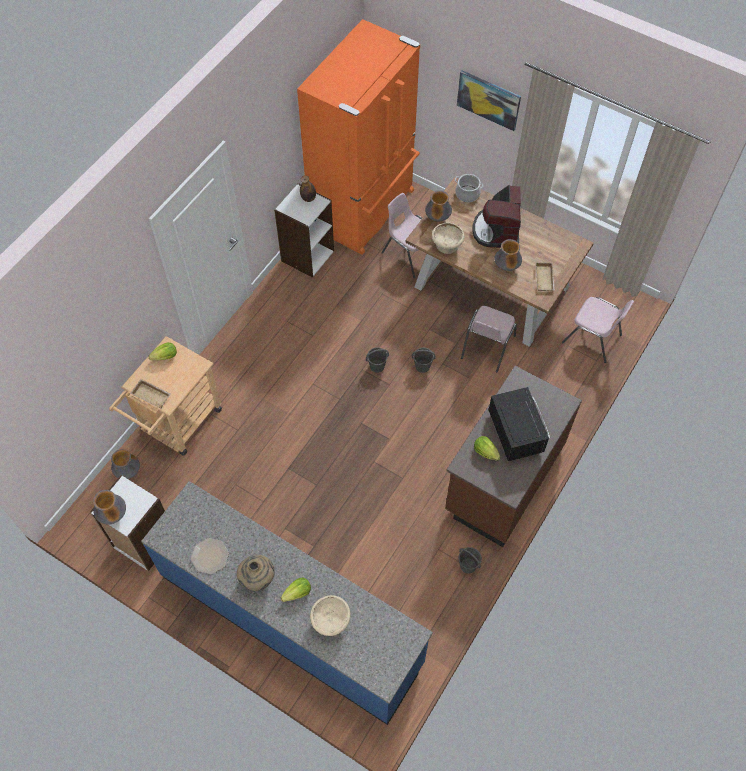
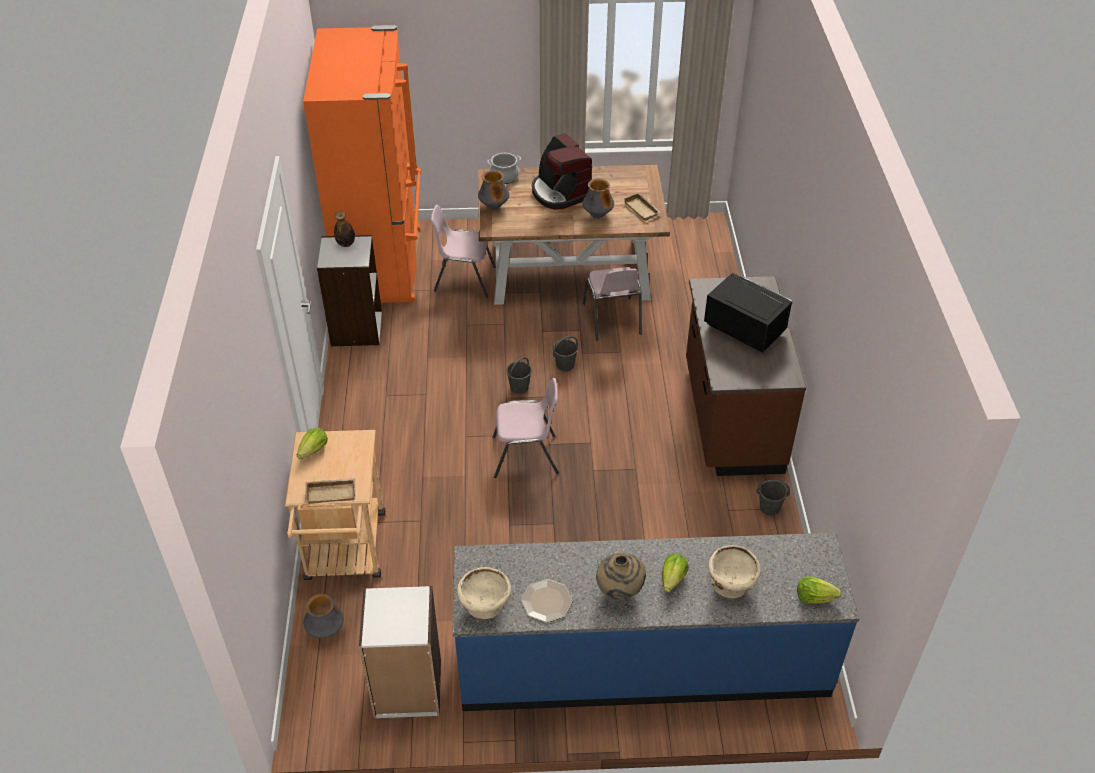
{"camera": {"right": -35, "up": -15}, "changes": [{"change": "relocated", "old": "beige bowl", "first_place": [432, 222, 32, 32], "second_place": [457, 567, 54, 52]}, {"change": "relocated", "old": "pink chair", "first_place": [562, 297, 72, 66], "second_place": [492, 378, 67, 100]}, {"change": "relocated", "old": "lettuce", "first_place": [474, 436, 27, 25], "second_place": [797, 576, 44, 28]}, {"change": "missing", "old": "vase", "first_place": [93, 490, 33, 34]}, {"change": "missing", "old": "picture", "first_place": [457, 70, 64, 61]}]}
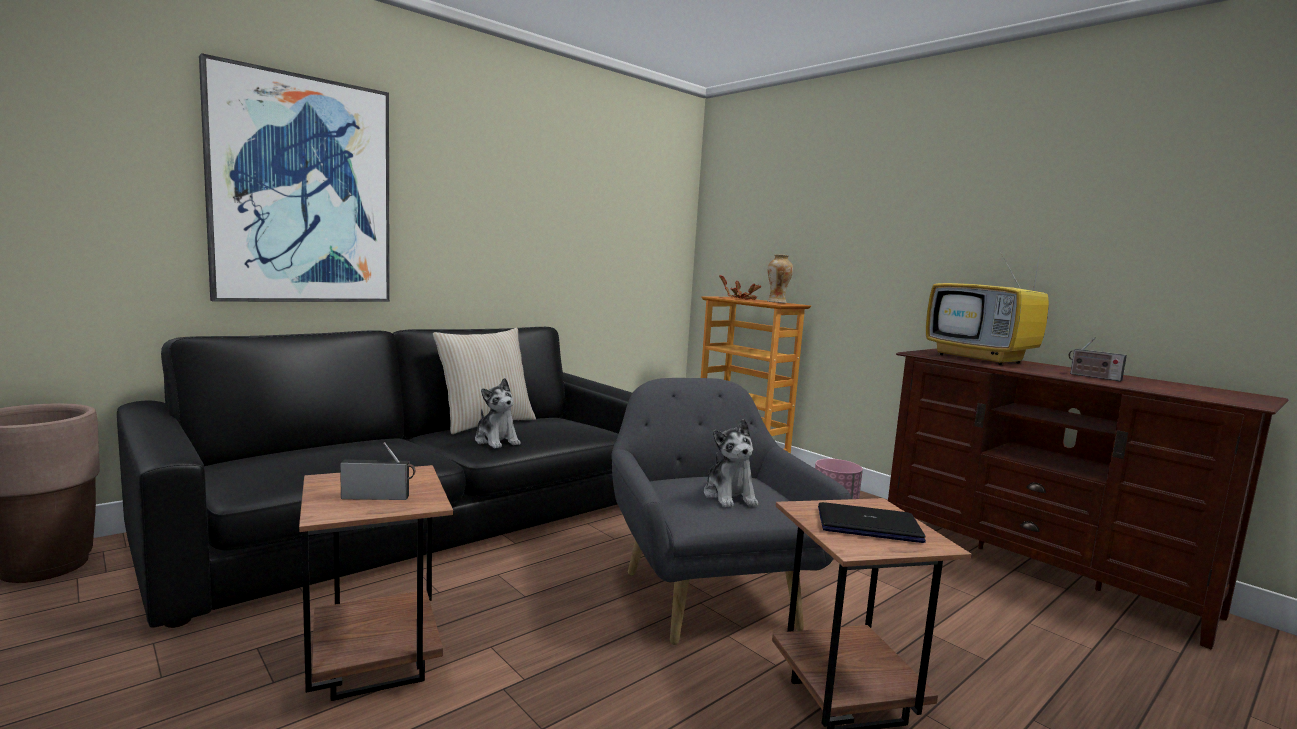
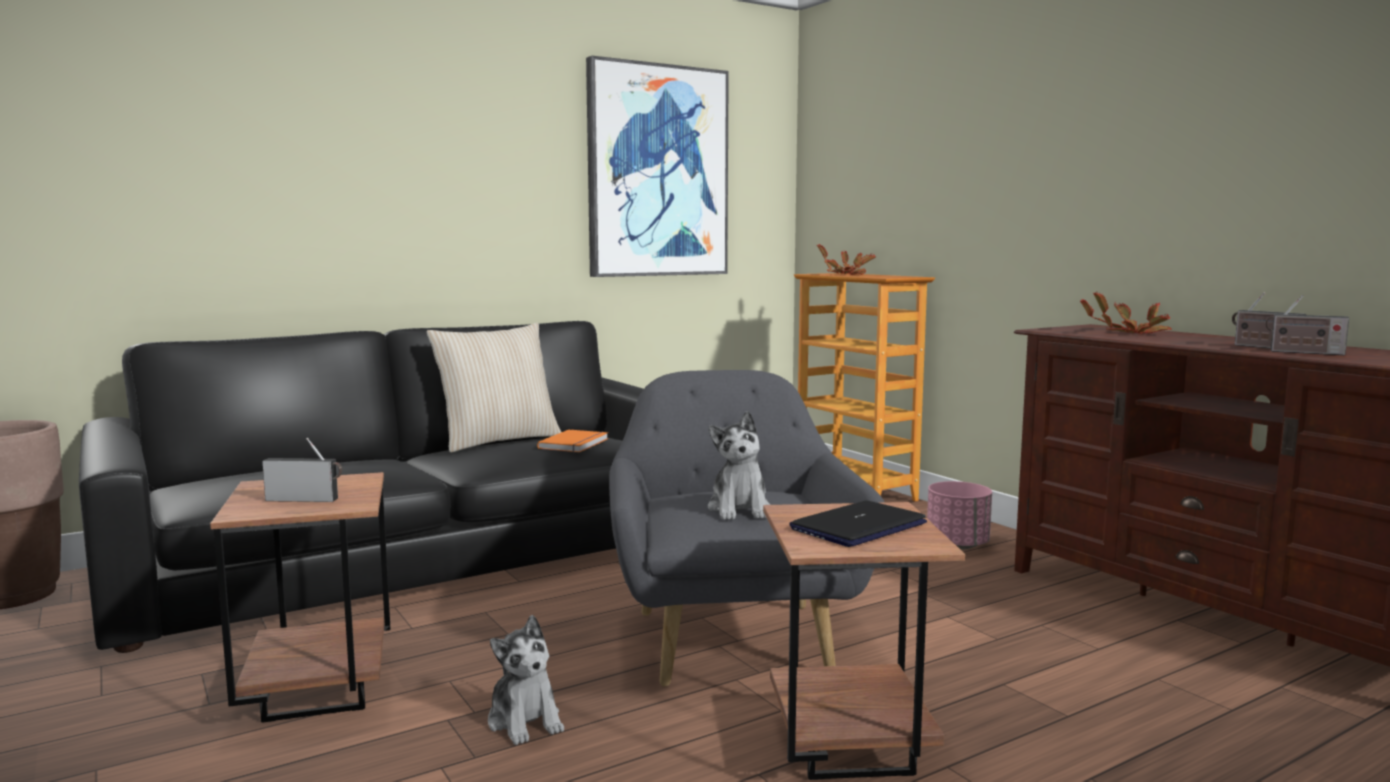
{"camera": {"right": 10, "up": 0}, "changes": [{"change": "relocated", "old": "plush toy", "first_place": [475, 378, 46, 70], "second_place": [488, 615, 76, 130]}, {"change": "appeared", "new": "orange book", "second_place": [537, 430, 71, 22]}, {"change": "relocated", "old": "picture", "first_place": [199, 53, 191, 249], "second_place": [586, 56, 143, 221]}, {"change": "spun", "old": "laptop", "first_place": [818, 502, 108, 41], "second_place": [789, 500, 138, 47], "degrees": -60}, {"change": "exchanged", "old": "television", "new": "potted plant", "first_place": [926, 246, 123, 119], "second_place": [1080, 293, 92, 40]}, {"change": "appeared", "new": "radio", "second_place": [1265, 295, 84, 60]}, {"change": "missing", "old": "vase", "first_place": [767, 254, 26, 49]}]}
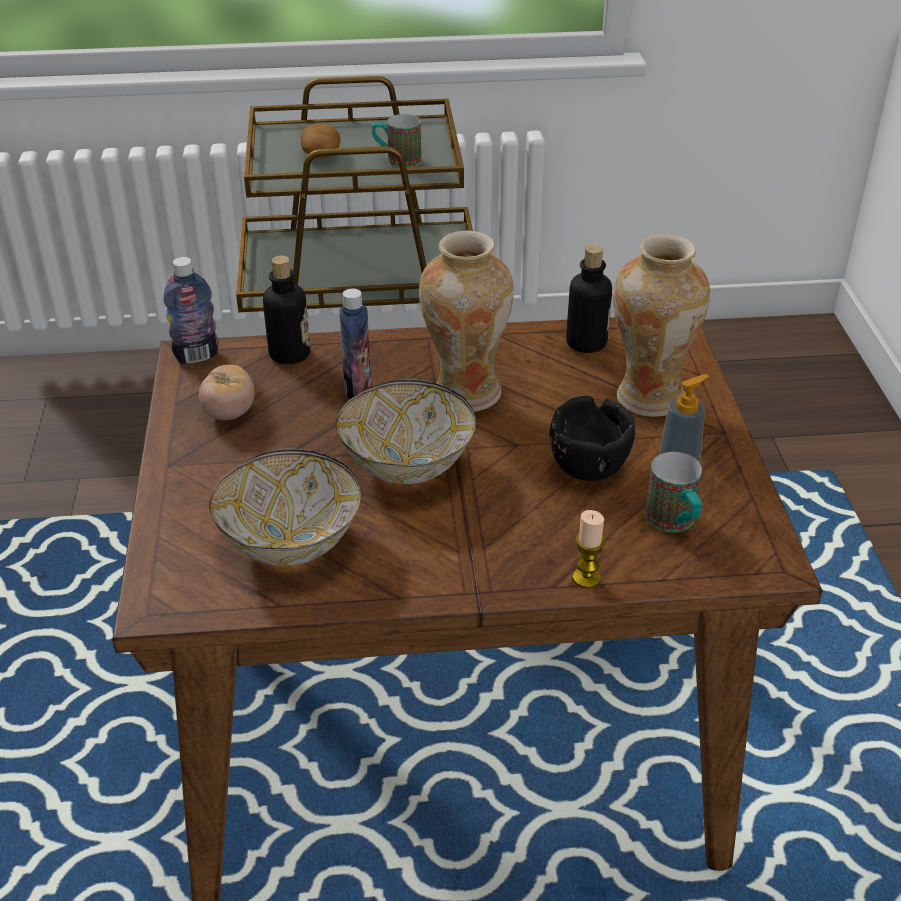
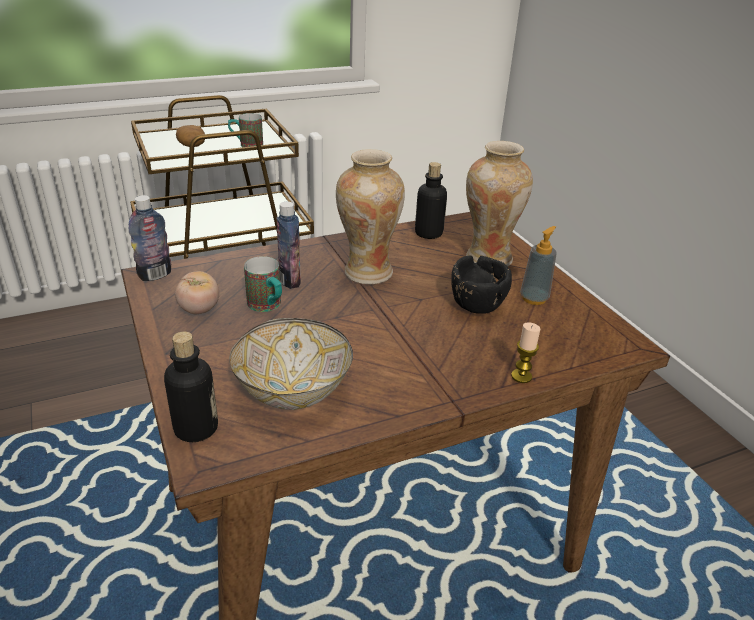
{"camera": {"right": -20, "up": -5}, "changes": [{"change": "relocated", "old": "bottle", "first_place": [263, 255, 47, 109], "second_place": [164, 332, 54, 110]}, {"change": "relocated", "old": "mug", "first_place": [645, 452, 57, 81], "second_place": [244, 256, 38, 56]}, {"change": "missing", "old": "bowl", "first_place": [336, 379, 140, 105]}]}
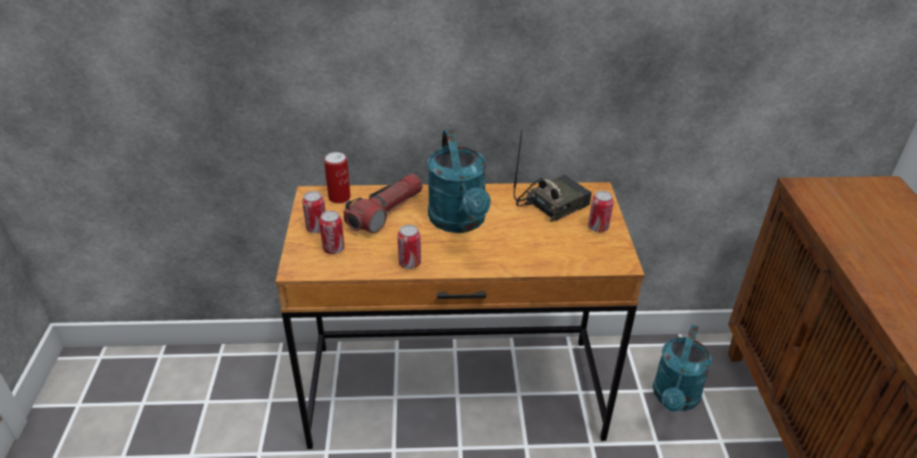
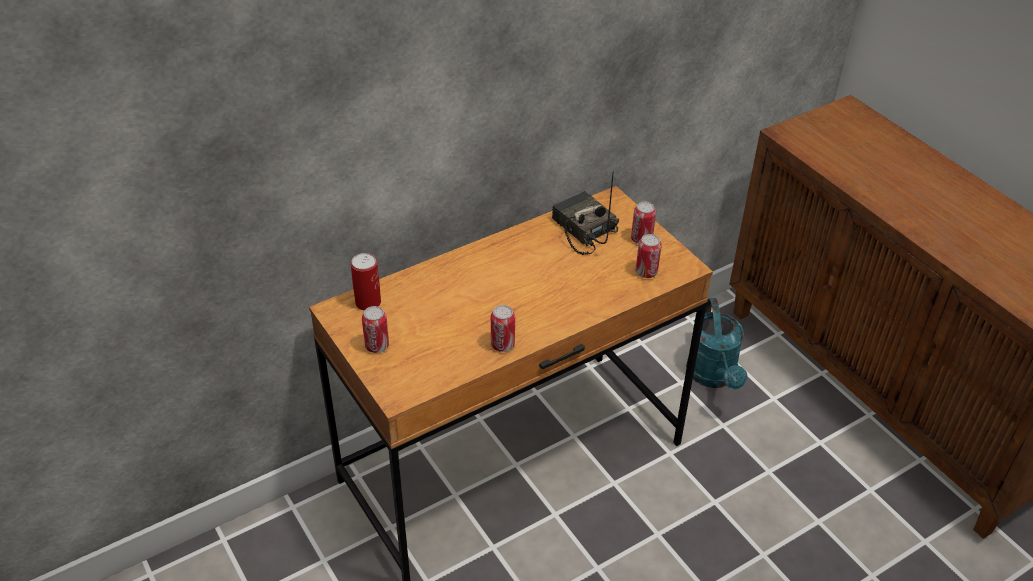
{"camera": {"right": -30, "up": 5}, "changes": [{"change": "spun", "old": "radio", "first_place": [514, 129, 78, 93], "second_place": [552, 171, 67, 84], "degrees": -60}, {"change": "relocated", "old": "can", "first_place": [319, 211, 26, 43], "second_place": [636, 234, 26, 44]}, {"change": "missing", "old": "flashlight", "first_place": [343, 174, 80, 59]}, {"change": "missing", "old": "turquoise watering can", "first_place": [427, 130, 64, 103]}]}
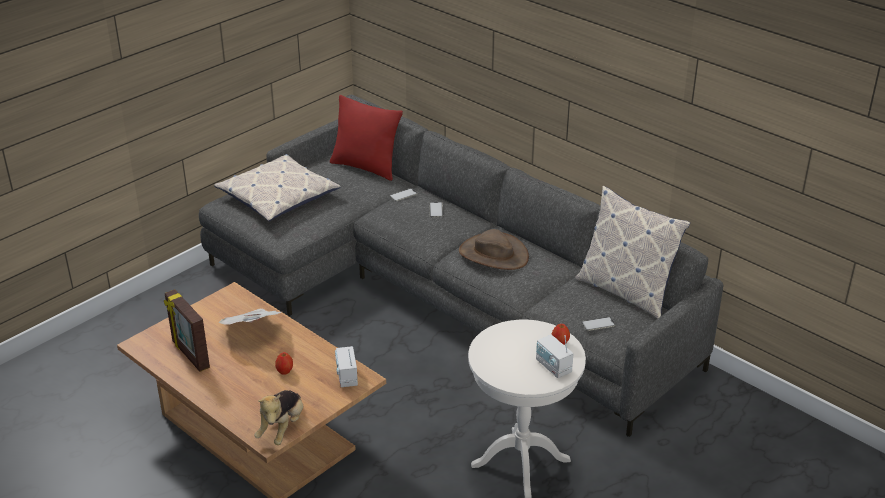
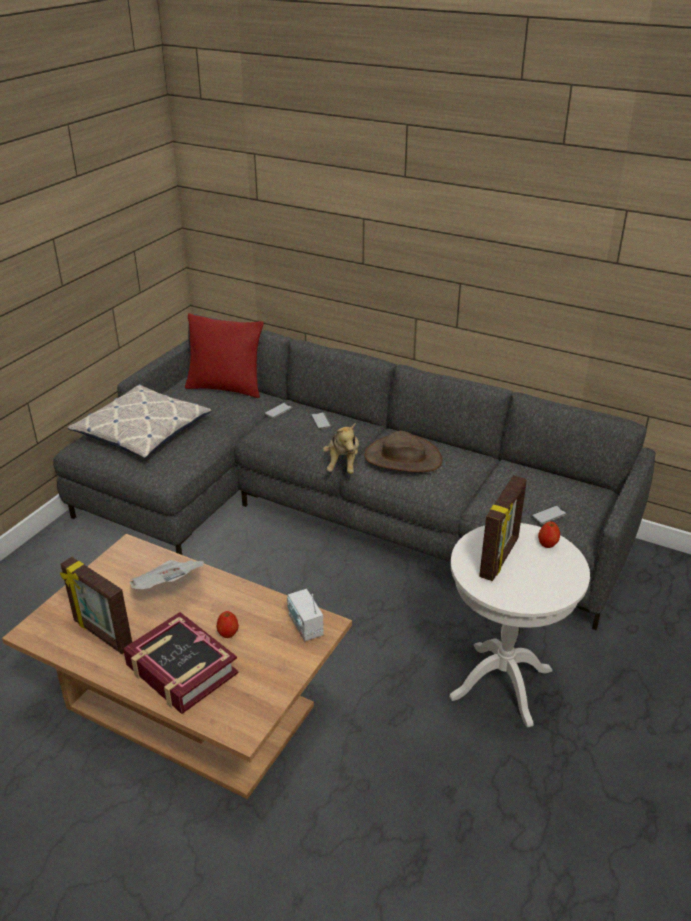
{"camera": {"right": -15, "up": 0}, "changes": [{"change": "appeared", "new": "book", "second_place": [123, 612, 115, 102]}, {"change": "relocated", "old": "plush toy", "first_place": [254, 390, 49, 55], "second_place": [323, 423, 36, 51]}, {"change": "appeared", "new": "picture frame", "second_place": [479, 475, 48, 106]}, {"change": "missing", "old": "radio", "first_place": [536, 334, 37, 44]}, {"change": "missing", "old": "pillow", "first_place": [575, 186, 115, 133]}]}
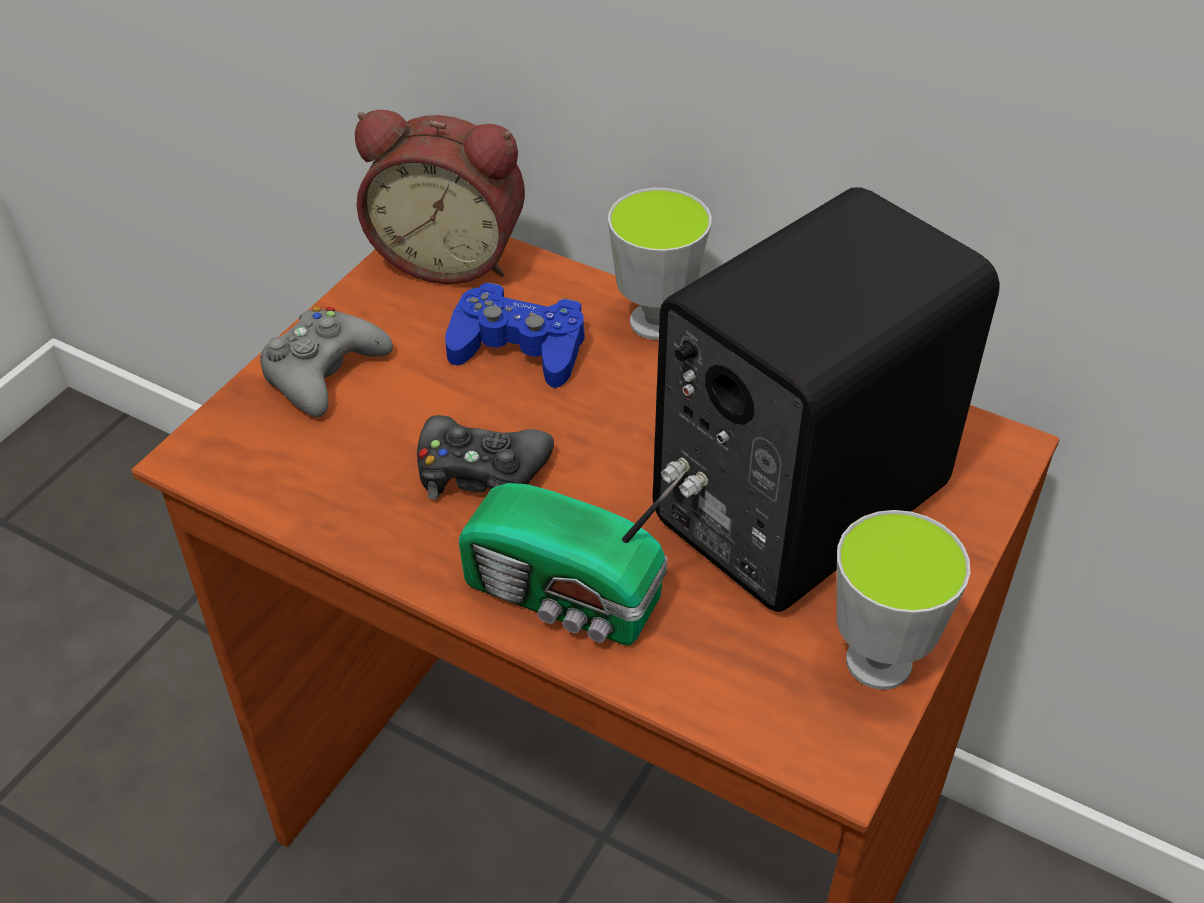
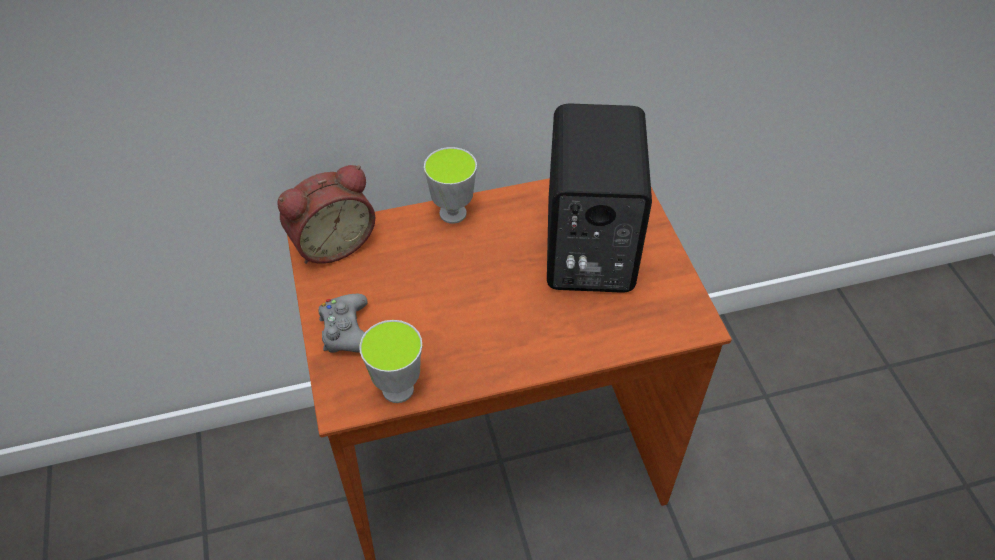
{"camera": {"right": -45, "up": 5}, "changes": [{"change": "relocated", "old": "cup", "first_place": [837, 510, 133, 180], "second_place": [359, 320, 63, 83]}, {"change": "missing", "old": "black game controller", "first_place": [417, 415, 137, 85]}, {"change": "missing", "old": "blue game controller", "first_place": [445, 282, 140, 106]}, {"change": "missing", "old": "radio", "first_place": [459, 470, 228, 175]}]}
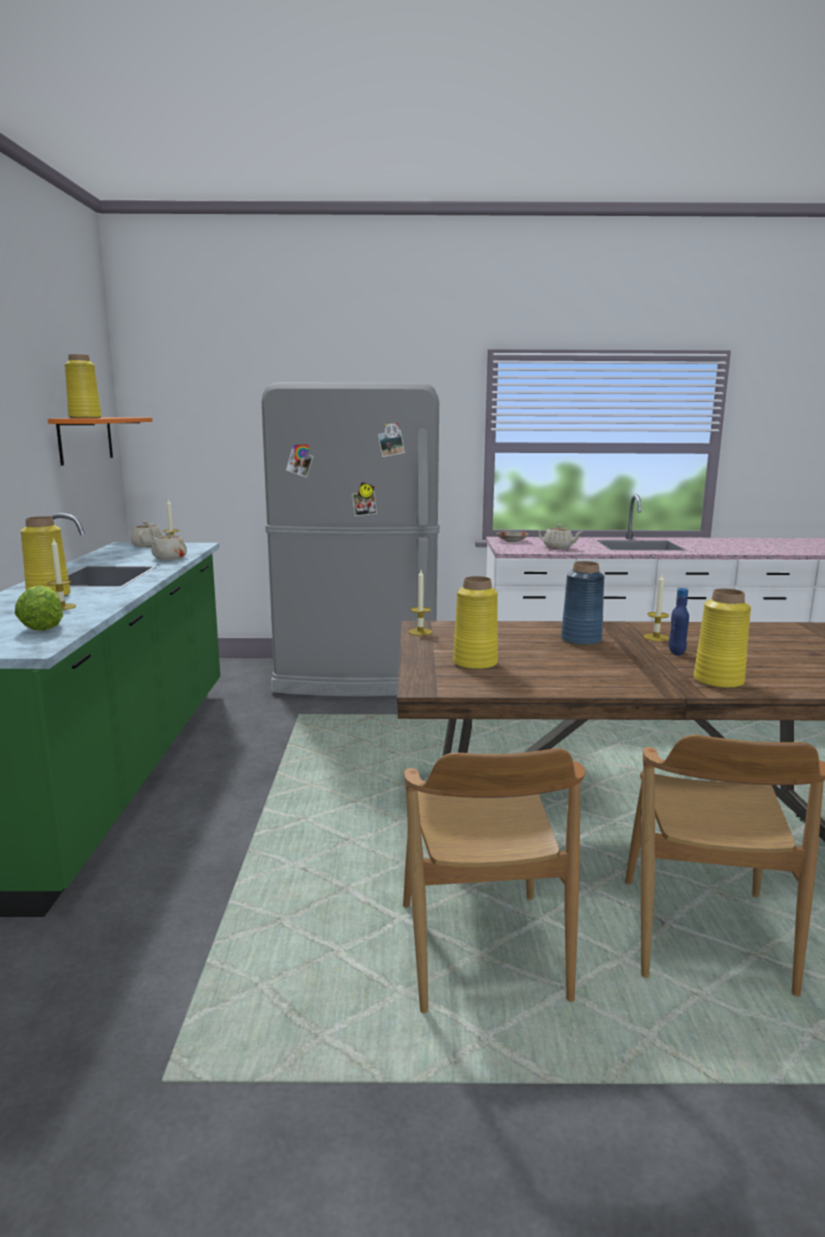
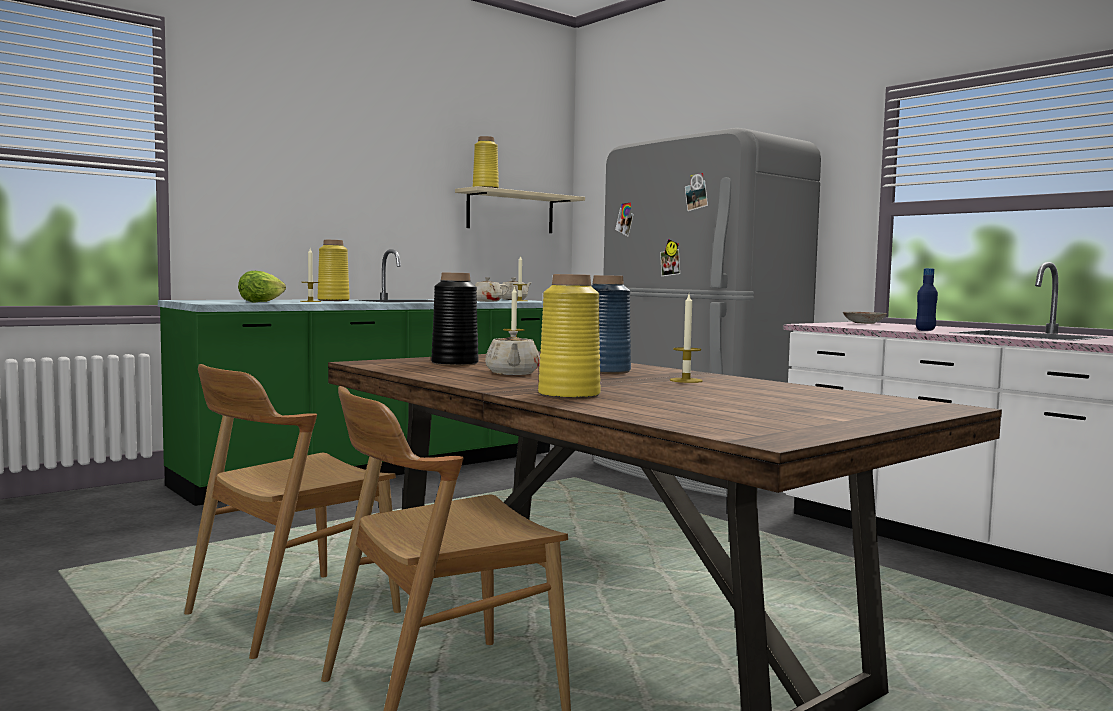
{"camera": {"right": 50, "up": -10}, "changes": [{"change": "colour", "old": "yellow vase", "new": "black vase", "first_place": [453, 576, 45, 94], "second_place": [431, 272, 48, 94]}, {"change": "colour", "old": "orange shelf", "new": "beige shelf", "first_place": [48, 417, 104, 48], "second_place": [455, 186, 130, 47]}, {"change": "relocated", "old": "beige teapot", "first_place": [538, 524, 44, 25], "second_place": [485, 331, 55, 44]}, {"change": "relocated", "old": "blue bottle", "first_place": [669, 588, 20, 68], "second_place": [916, 268, 22, 63]}]}
